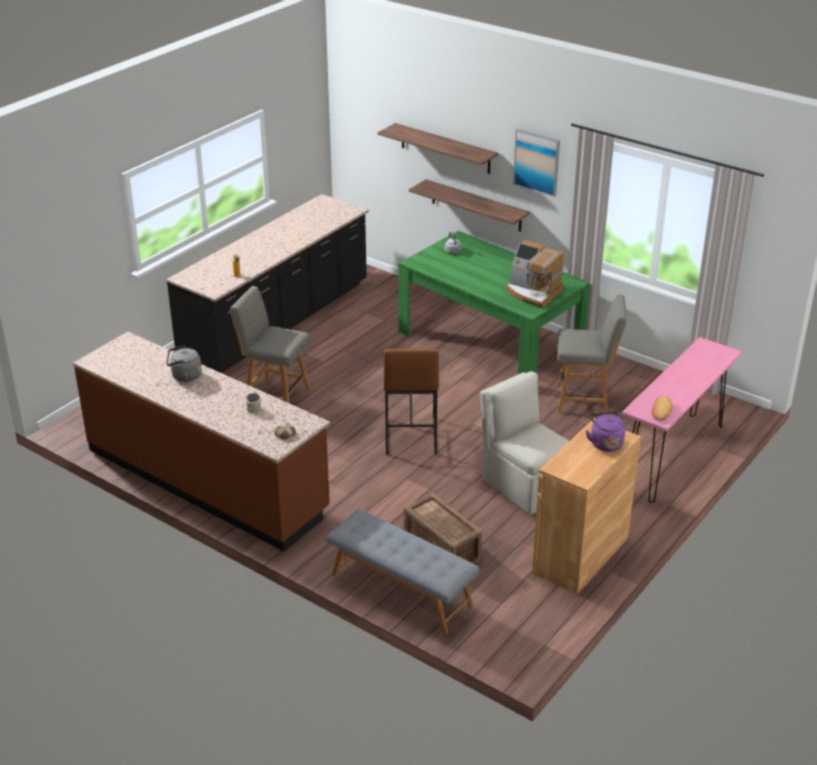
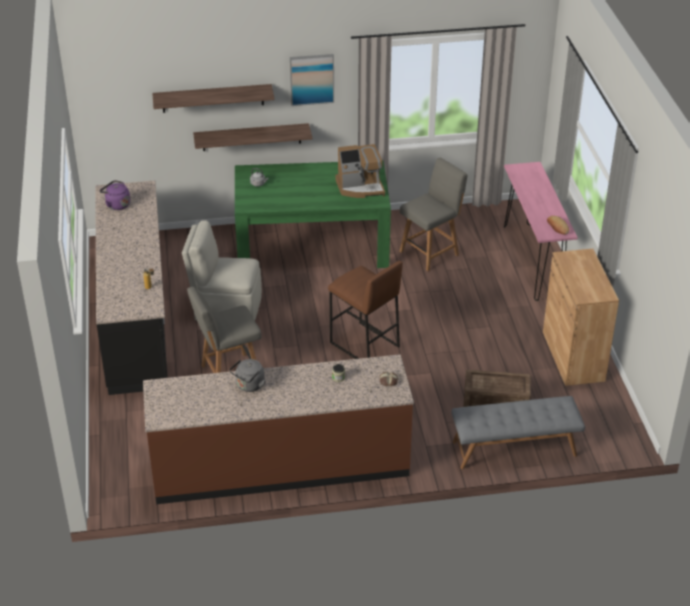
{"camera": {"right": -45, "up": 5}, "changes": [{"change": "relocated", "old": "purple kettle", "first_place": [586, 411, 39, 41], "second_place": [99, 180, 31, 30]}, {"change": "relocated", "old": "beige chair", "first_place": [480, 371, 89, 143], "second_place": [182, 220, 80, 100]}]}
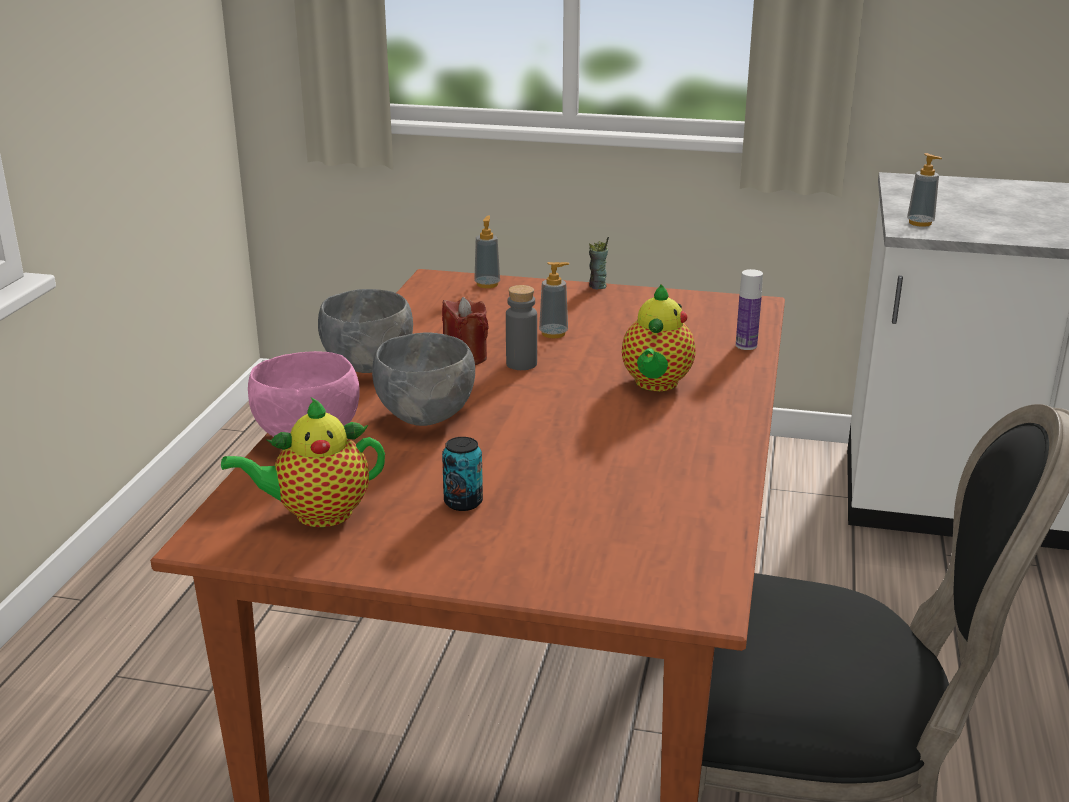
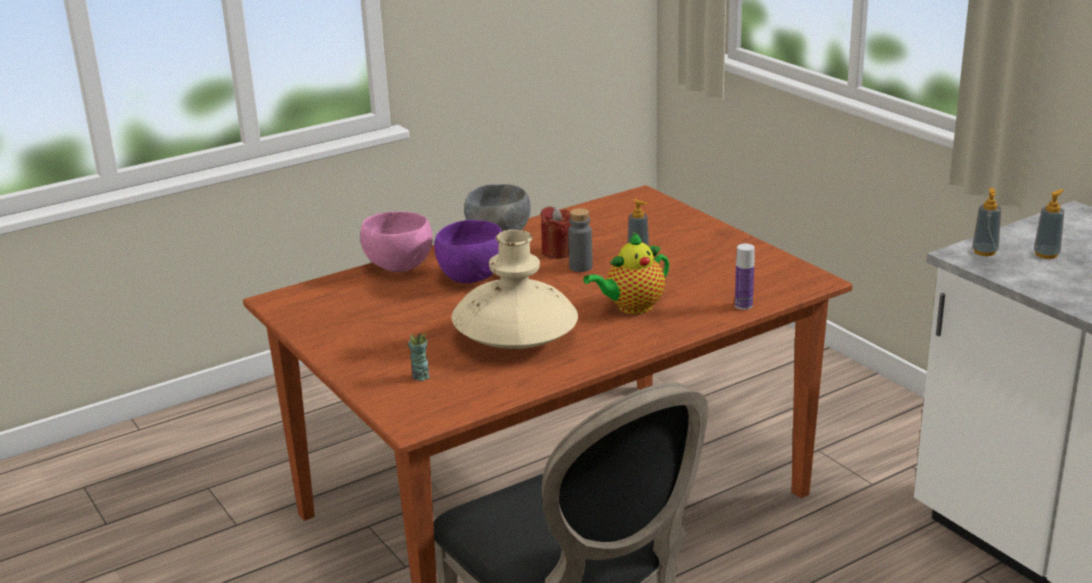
{"camera": {"right": 45, "up": 0}, "changes": [{"change": "relocated", "old": "cup", "first_place": [589, 237, 20, 52], "second_place": [408, 333, 22, 48]}, {"change": "colour", "old": "grey bowl", "new": "purple bowl", "first_place": [372, 332, 103, 94], "second_place": [434, 220, 68, 63]}, {"change": "appeared", "new": "beige vase", "second_place": [452, 229, 126, 120]}, {"change": "relocated", "old": "soap dispenser", "first_place": [474, 216, 26, 72], "second_place": [1034, 189, 30, 70]}, {"change": "missing", "old": "teapot", "first_place": [221, 398, 164, 129]}, {"change": "missing", "old": "can", "first_place": [442, 437, 41, 74]}]}
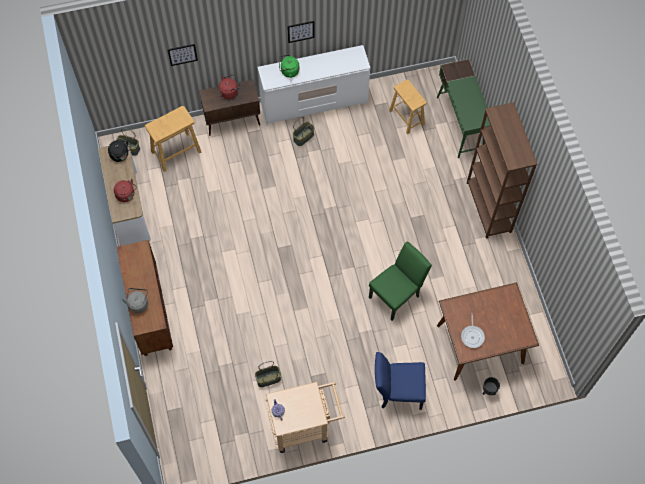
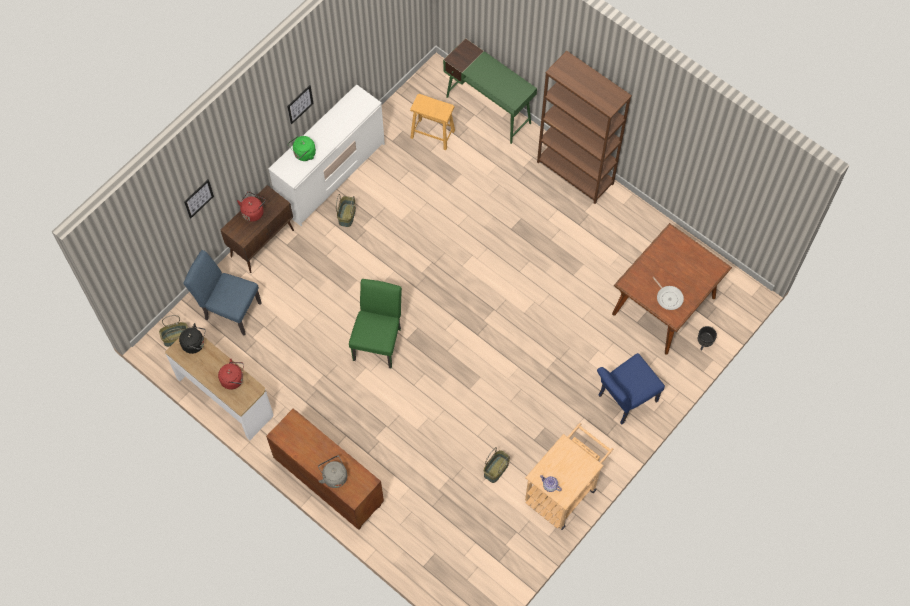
{"camera": {"right": -35, "up": 0}, "changes": [{"change": "exchanged", "old": "beige stool", "new": "blue chair", "first_place": [145, 106, 56, 66], "second_place": [183, 250, 79, 86]}, {"change": "relocated", "old": "green chair", "first_place": [369, 241, 63, 80], "second_place": [349, 279, 53, 90]}]}
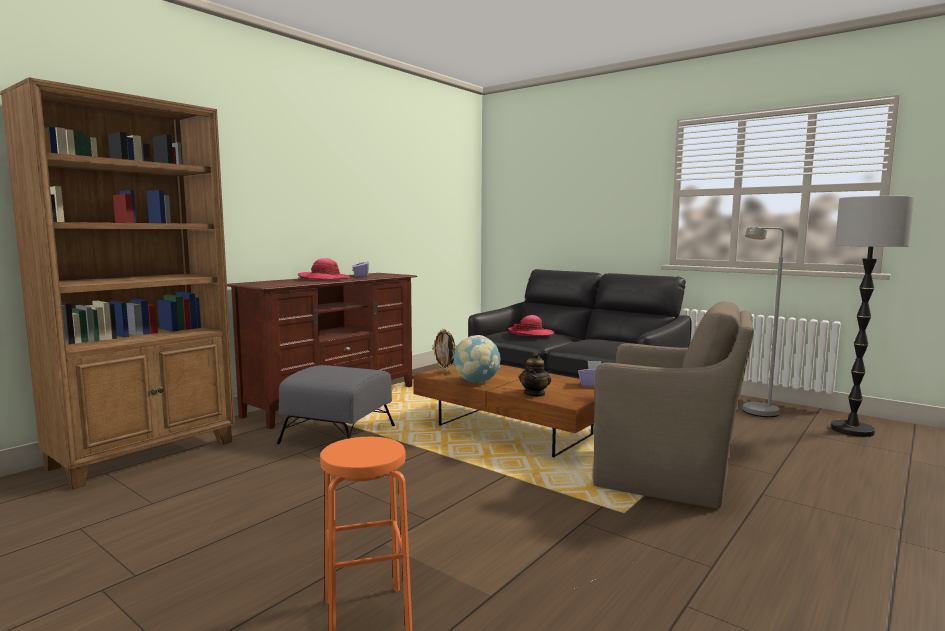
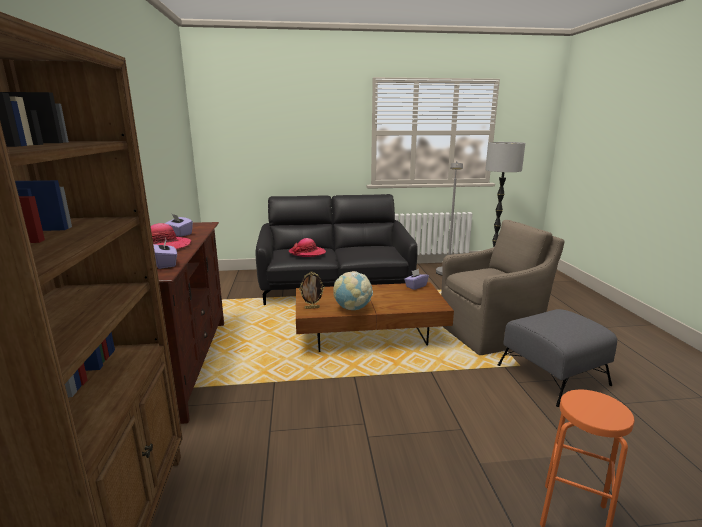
{"camera": {"right": -45, "up": 10}, "changes": [{"change": "appeared", "new": "purple tissue box", "second_place": [153, 239, 24, 30]}, {"change": "relocated", "old": "grey ottoman", "first_place": [277, 365, 118, 79], "second_place": [498, 309, 119, 98]}, {"change": "missing", "old": "teapot", "first_place": [519, 352, 32, 45]}]}
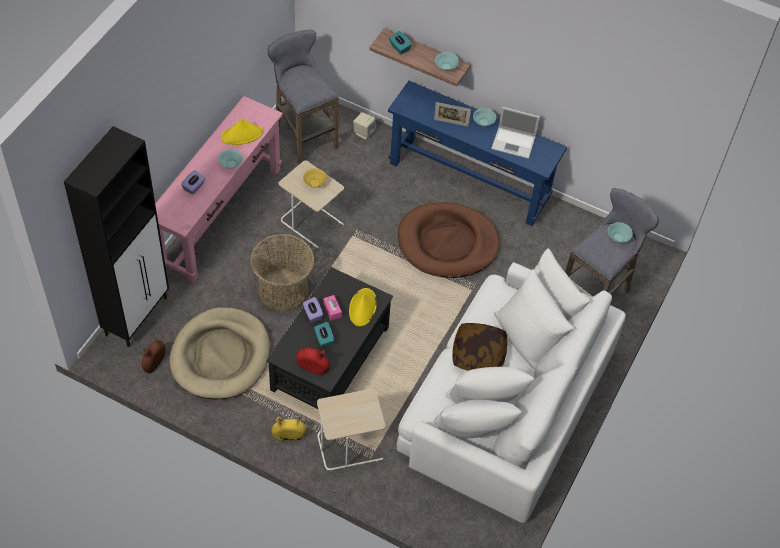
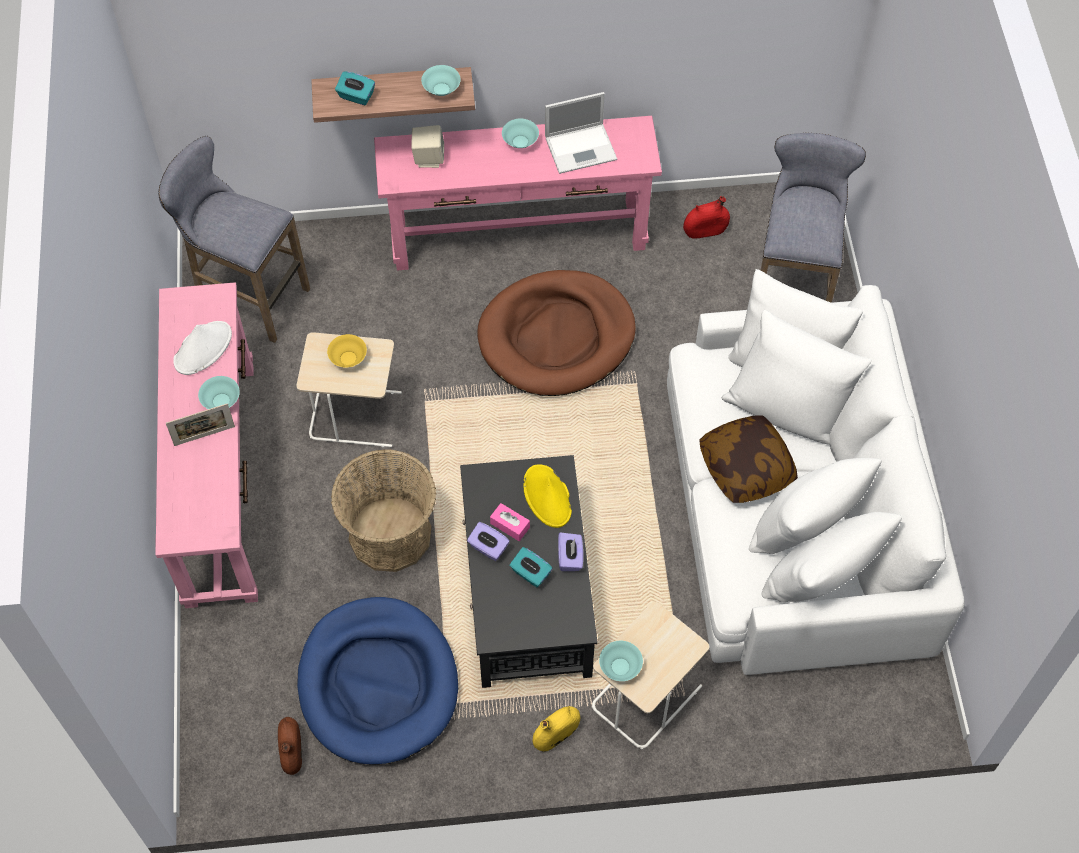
{"camera": {"right": -30, "up": 5}, "changes": [{"change": "relocated", "old": "picture frame", "first_place": [434, 102, 37, 25], "second_place": [166, 403, 69, 43]}, {"change": "colour", "old": "yellow hat", "new": "white hat", "first_place": [221, 119, 42, 26], "second_place": [173, 321, 59, 54]}, {"change": "colour", "old": "beige dog bed", "new": "blue dog bed", "first_place": [170, 307, 100, 92], "second_place": [297, 597, 161, 168]}, {"change": "colour", "old": "blue console table", "new": "pink console table", "first_place": [388, 81, 179, 145], "second_place": [374, 116, 288, 154]}, {"change": "relocated", "old": "beige speaker", "first_place": [353, 112, 23, 28], "second_place": [411, 125, 33, 43]}, {"change": "relocated", "old": "purple tissue box", "first_place": [181, 170, 24, 25], "second_place": [558, 533, 25, 38]}, {"change": "relocated", "old": "turquoise bowl", "first_place": [608, 222, 25, 21], "second_place": [599, 641, 44, 40]}, {"change": "relocated", "old": "red vase", "first_place": [296, 346, 34, 29], "second_place": [683, 196, 47, 43]}, {"change": "missing", "old": "black cabinet", "first_place": [64, 126, 105, 221]}]}
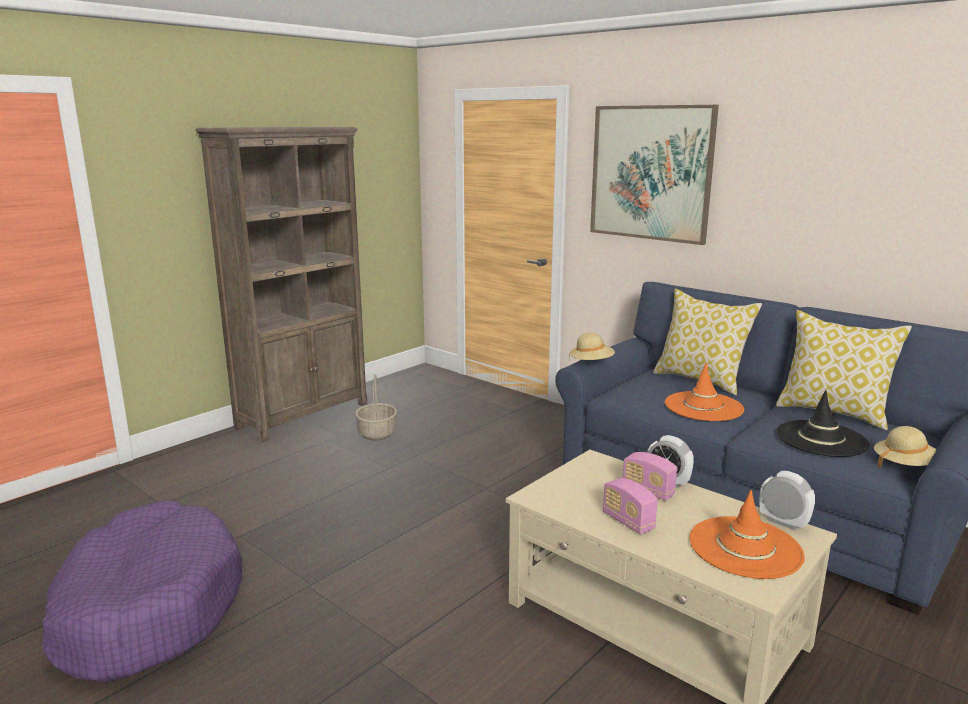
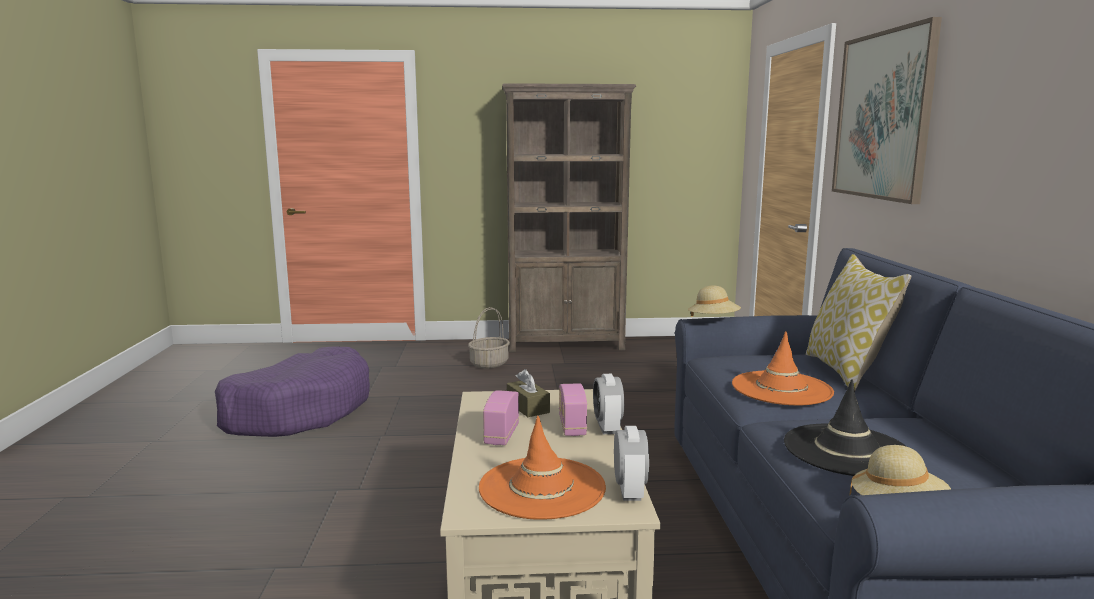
{"camera": {"right": 45, "up": -5}, "changes": [{"change": "relocated", "old": "basket", "first_place": [355, 374, 42, 67], "second_place": [468, 307, 42, 62]}, {"change": "appeared", "new": "brown tissue box", "second_place": [507, 369, 43, 48]}, {"change": "missing", "old": "pillow", "first_place": [776, 310, 136, 120]}]}
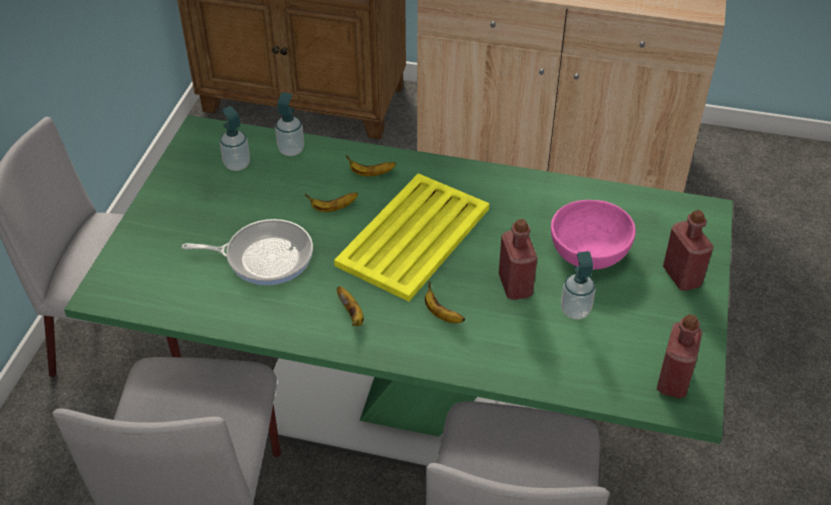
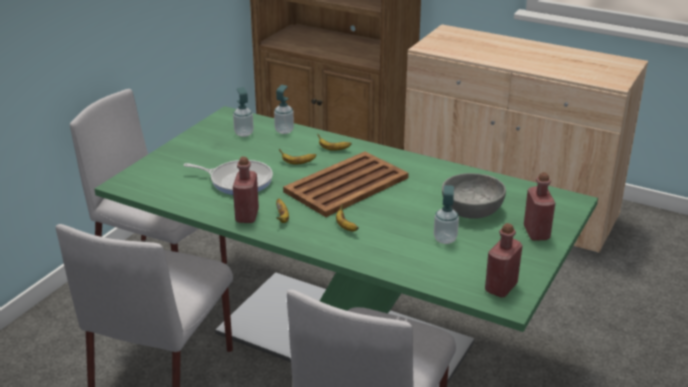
{"camera": {"right": 15, "up": -15}, "changes": [{"change": "relocated", "old": "red bottle", "first_place": [499, 219, 39, 81], "second_place": [233, 157, 26, 66]}, {"change": "colour", "old": "yellow tray", "new": "brown tray", "first_place": [334, 173, 155, 129], "second_place": [283, 151, 126, 66]}, {"change": "colour", "old": "pink bowl", "new": "grey bowl", "first_place": [551, 200, 85, 69], "second_place": [442, 173, 64, 46]}]}
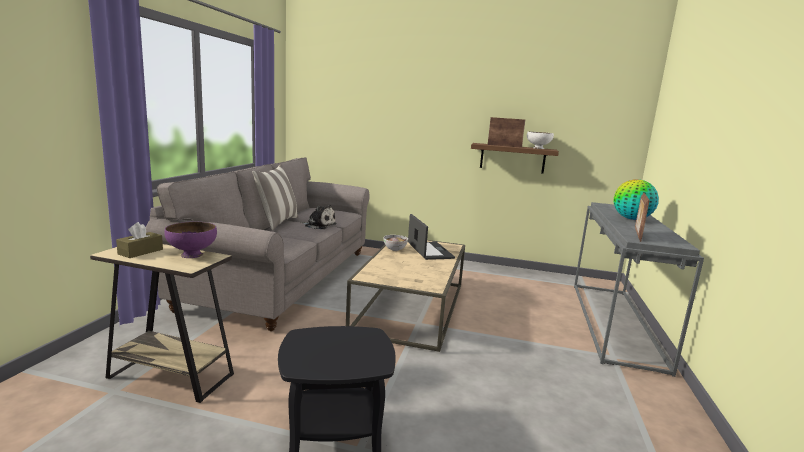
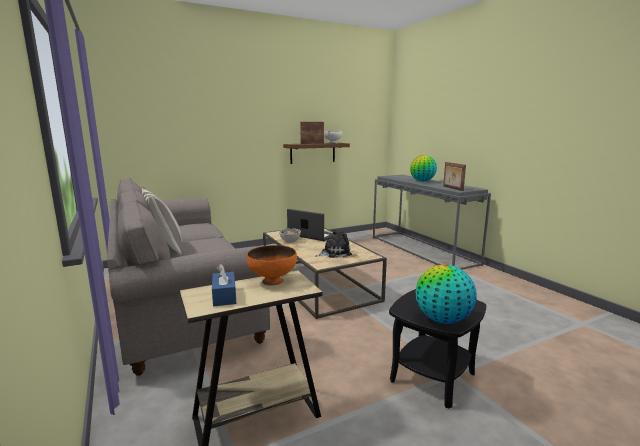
{"camera": {"right": -40, "up": 0}, "changes": [{"change": "colour", "old": "brown tissue box", "new": "blue tissue box", "first_place": [116, 222, 47, 36], "second_place": [212, 263, 24, 43]}, {"change": "colour", "old": "purple bowl", "new": "orange bowl", "first_place": [165, 222, 52, 36], "second_place": [247, 245, 50, 41]}, {"change": "relocated", "old": "plush toy", "first_place": [301, 205, 36, 24], "second_place": [315, 230, 37, 28]}, {"change": "appeared", "new": "globe", "second_place": [415, 265, 62, 59]}]}
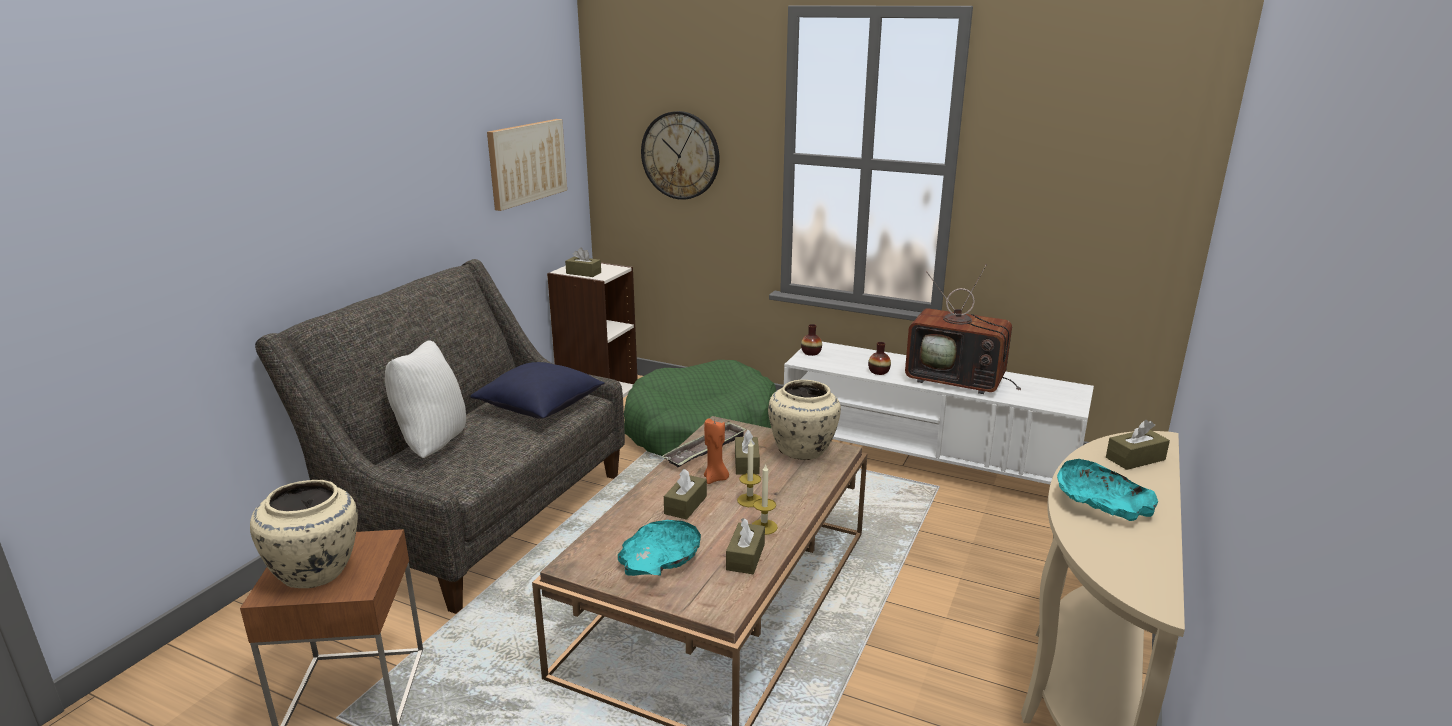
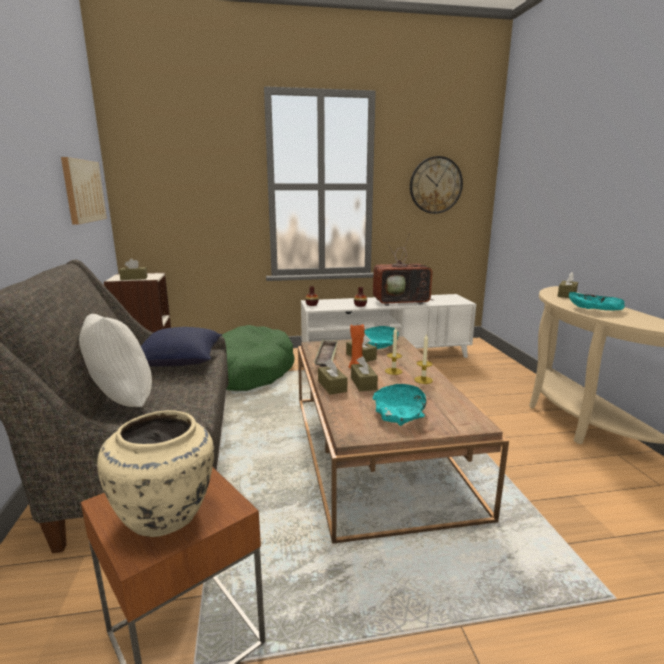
{"camera": {"right": -35, "up": -5}, "changes": [{"change": "relocated", "old": "brown tissue box", "first_place": [726, 518, 39, 56], "second_place": [318, 359, 29, 36]}, {"change": "exchanged", "old": "beige vase", "new": "turquoise bowl", "first_place": [768, 380, 73, 80], "second_place": [365, 326, 34, 23]}, {"change": "relocated", "old": "wall clock", "first_place": [641, 111, 78, 89], "second_place": [410, 156, 53, 58]}]}
